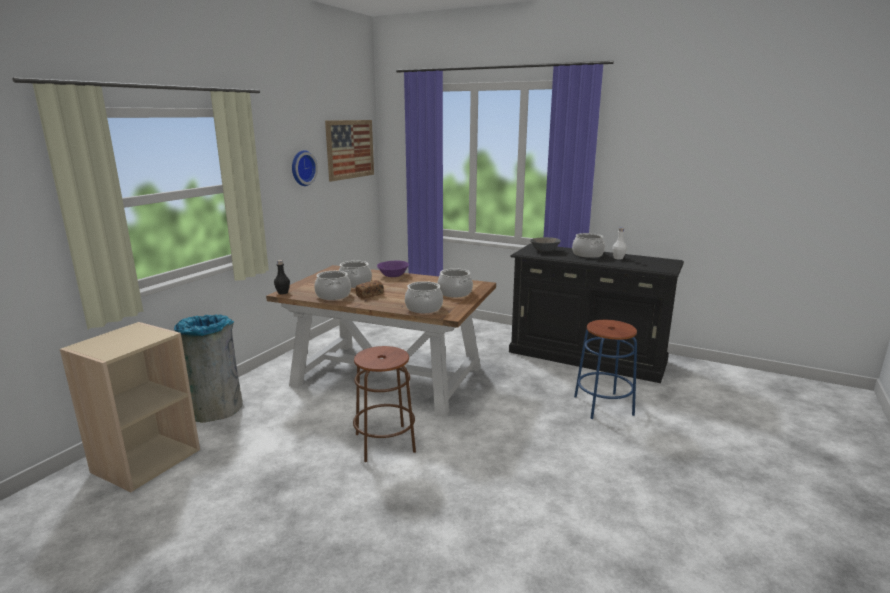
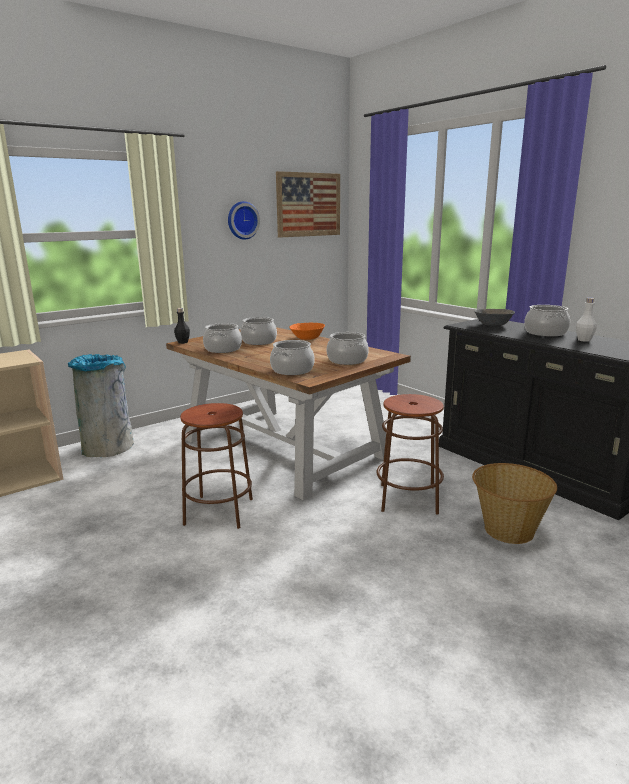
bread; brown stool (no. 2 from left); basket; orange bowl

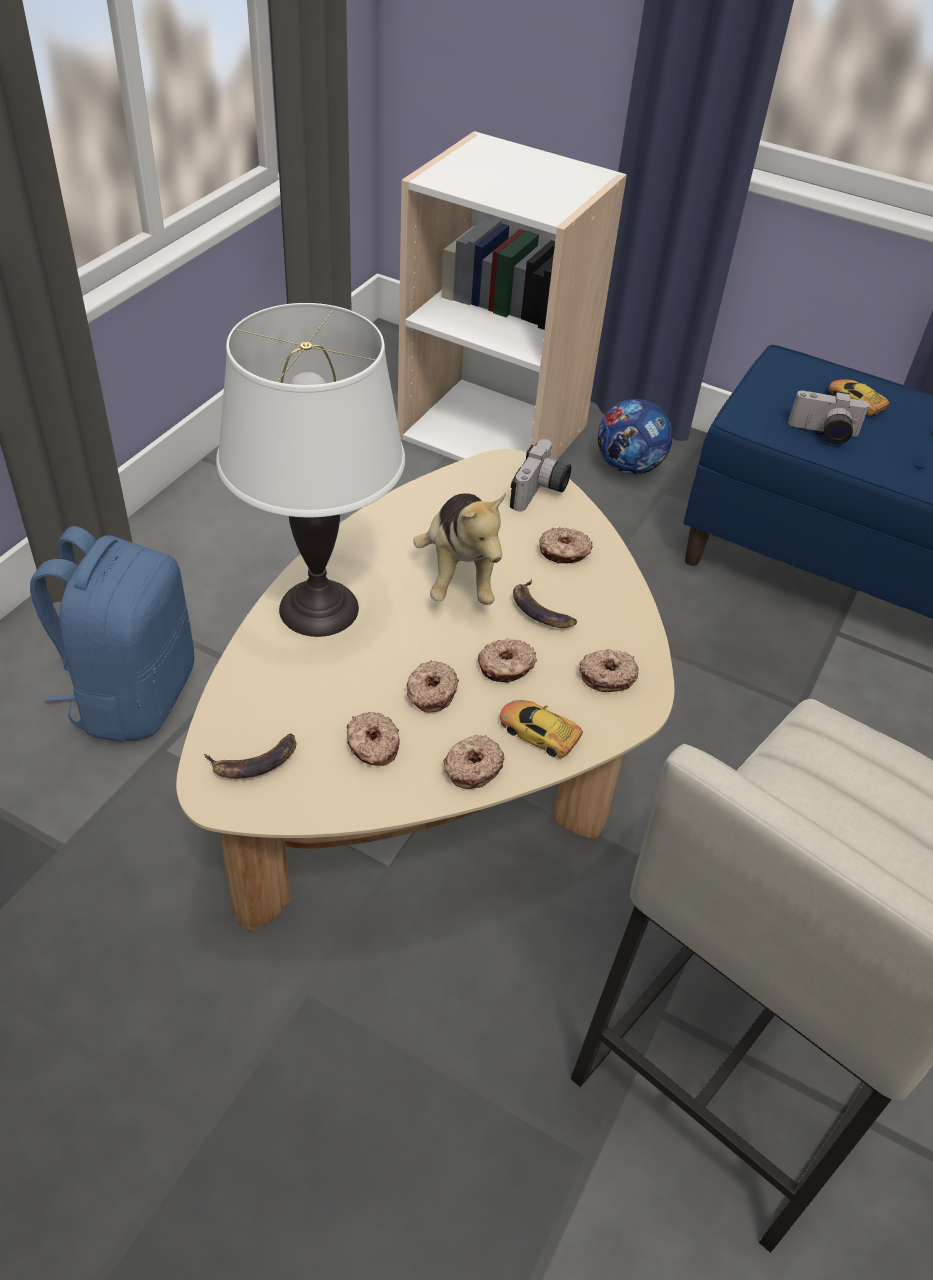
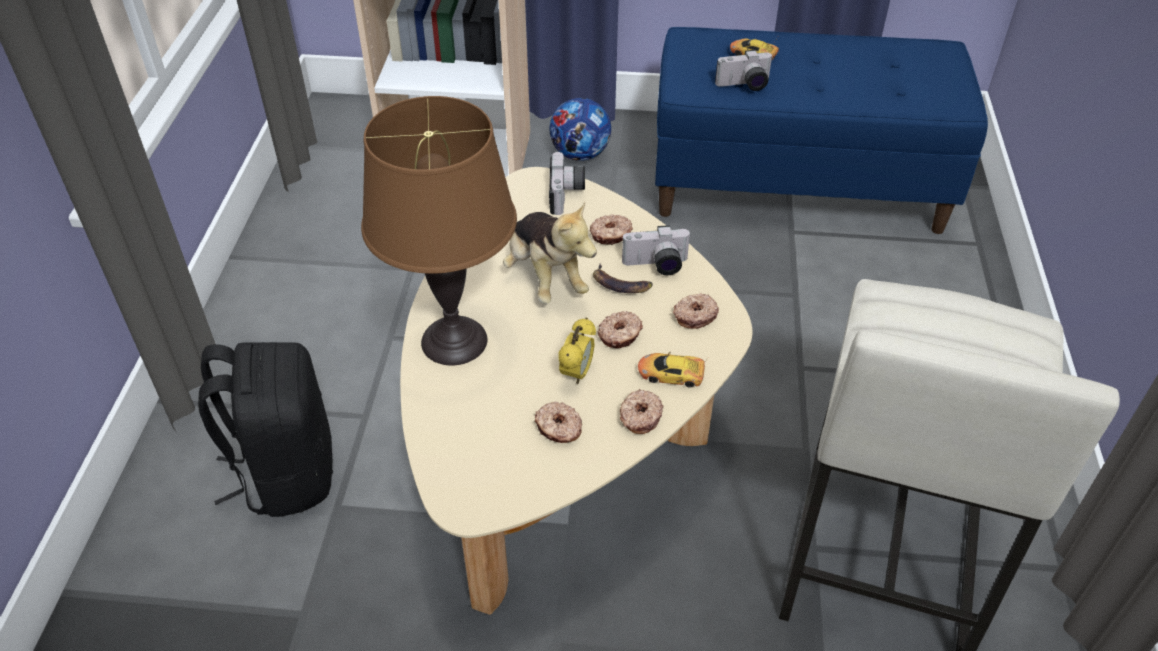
banana (no. 1 from left in the first image); photo camera (no. 2 from left); alarm clock; black backpack; brown table lamp

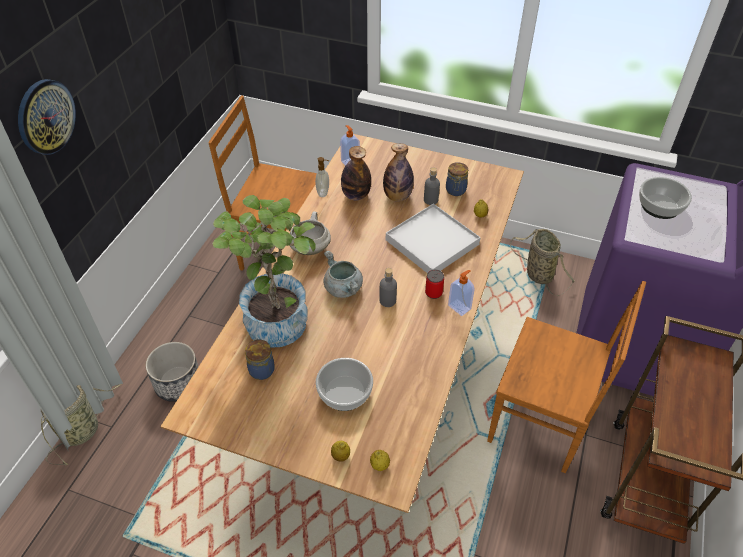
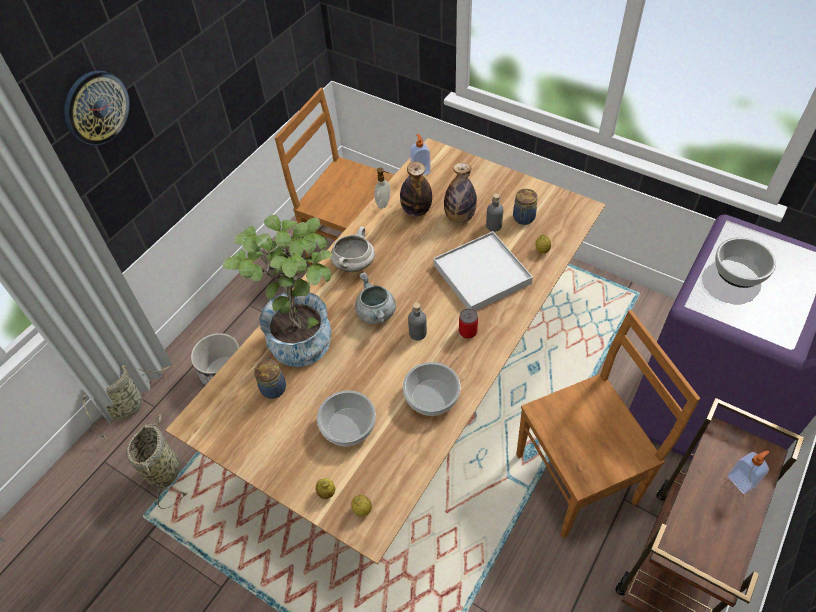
bowl (no. 2 from left); soap dispenser (no. 3 from left); basket (no. 2 from left); brown chair (no. 2 from left)

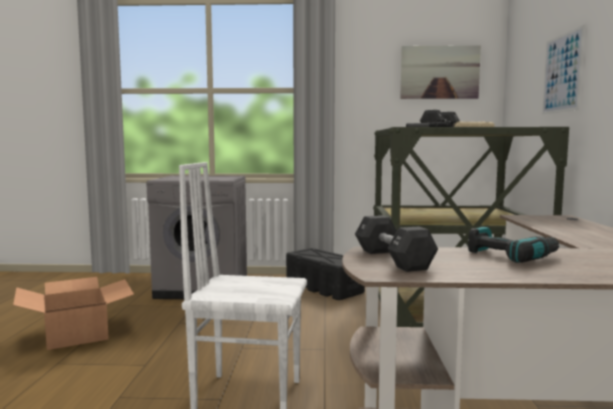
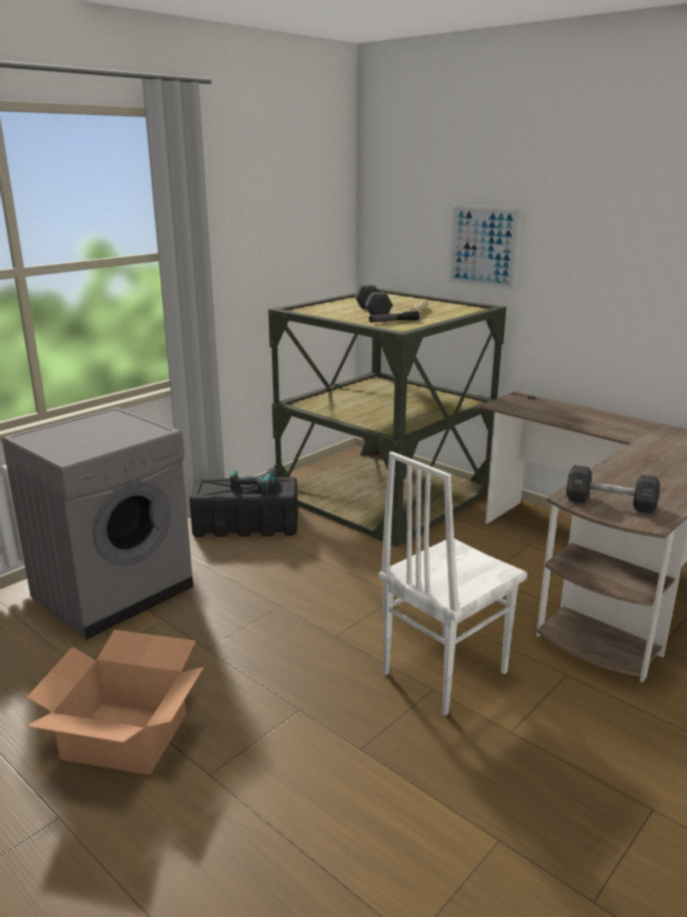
picture (no. 1 from left in the first image); power drill

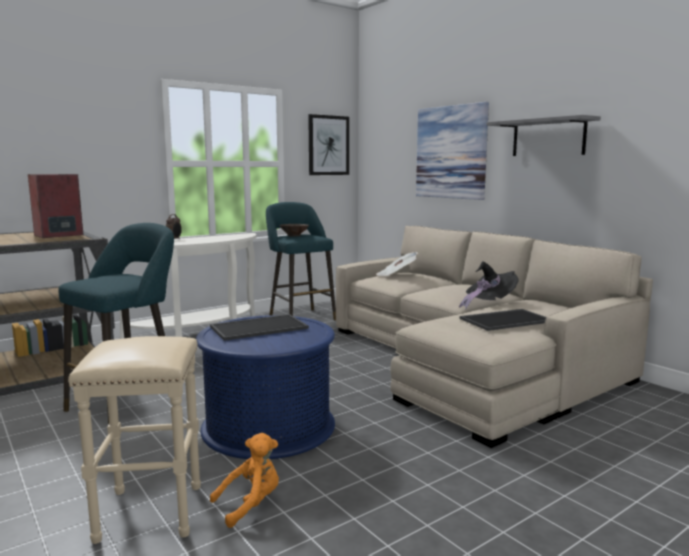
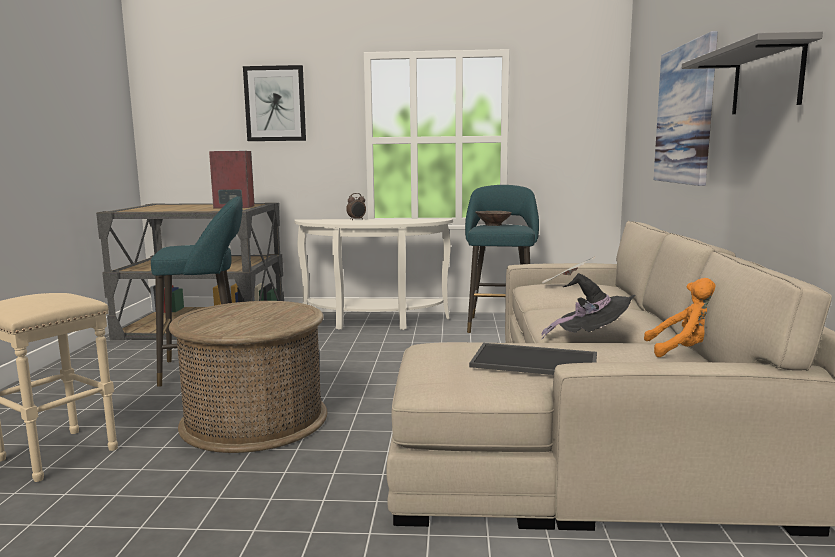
tray (no. 1 from left in the first image); orange plush toy; picture (no. 1 from left); brown coffee table

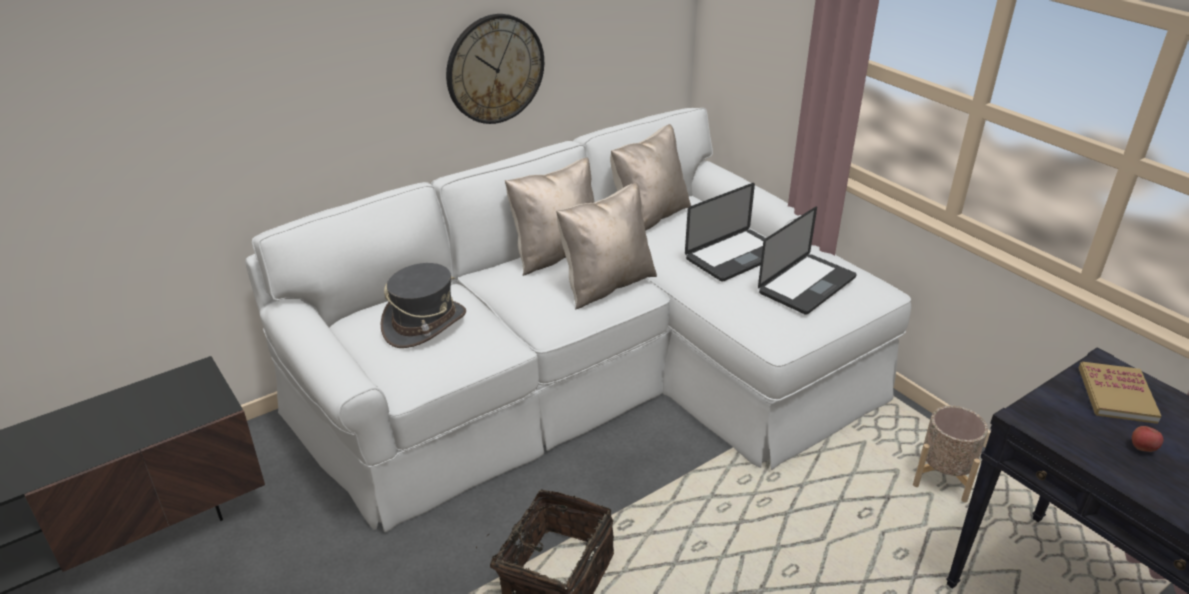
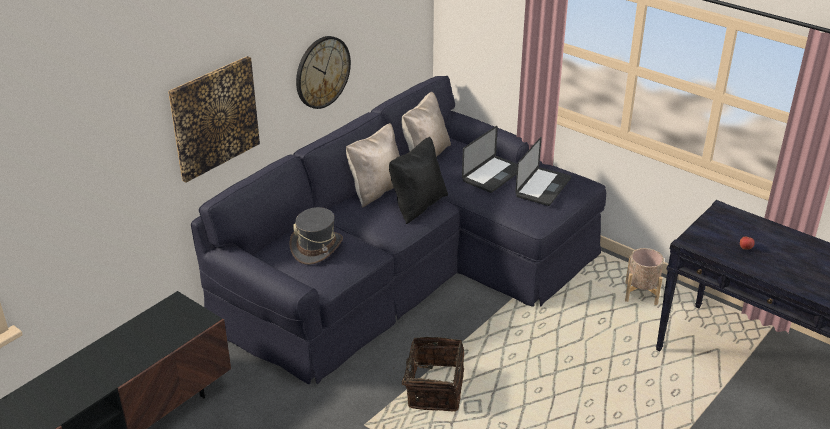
book; picture; black sofa; black pillow

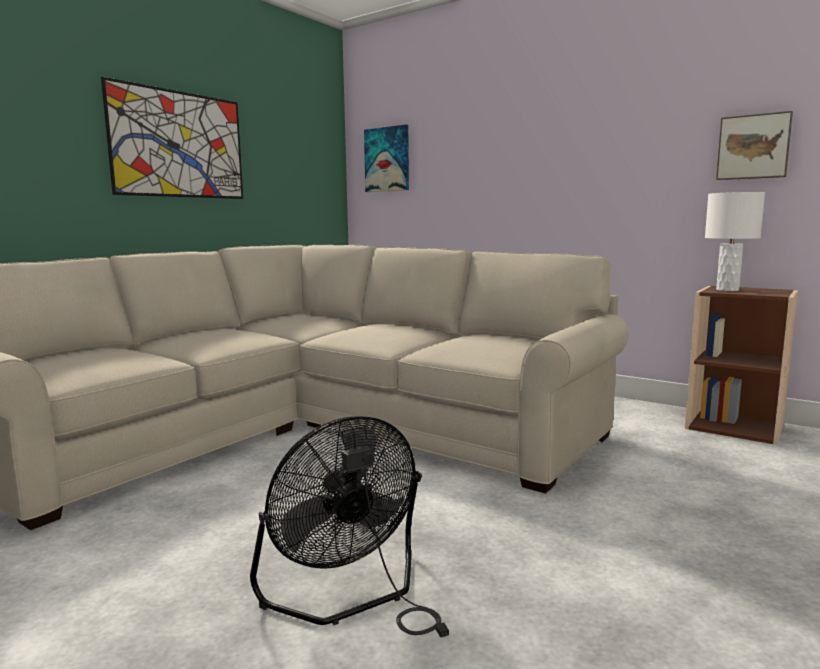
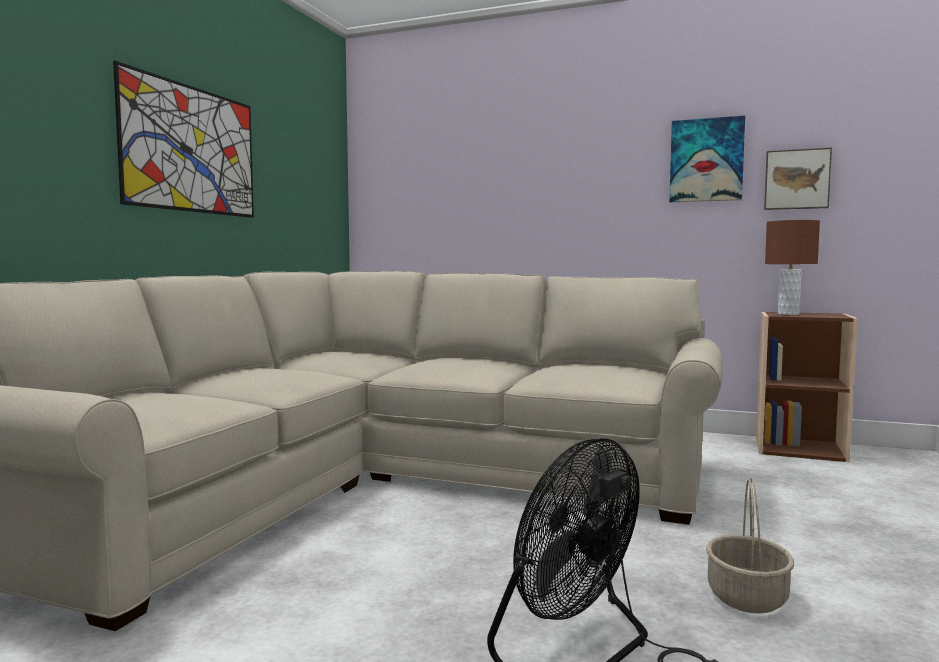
basket; picture (no. 2 from left); brown table lamp

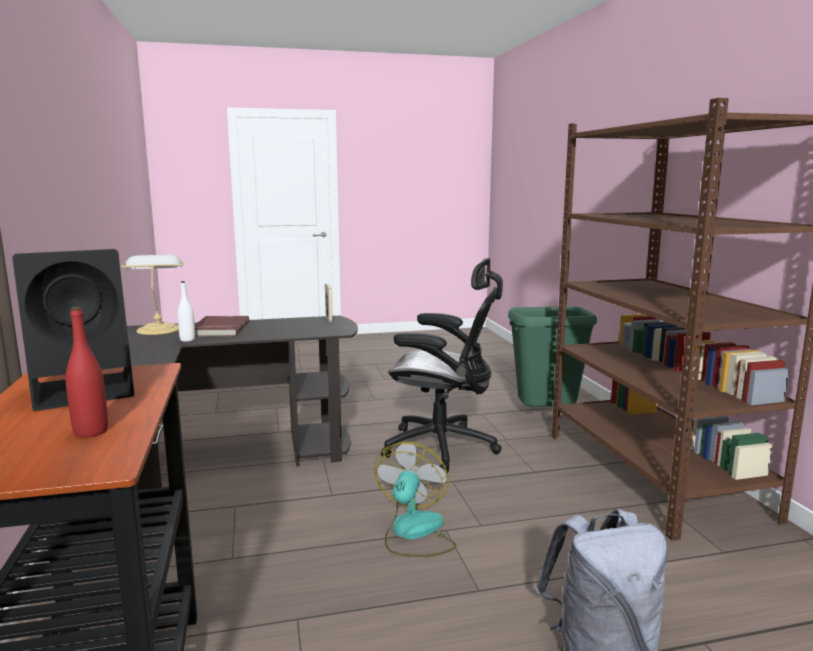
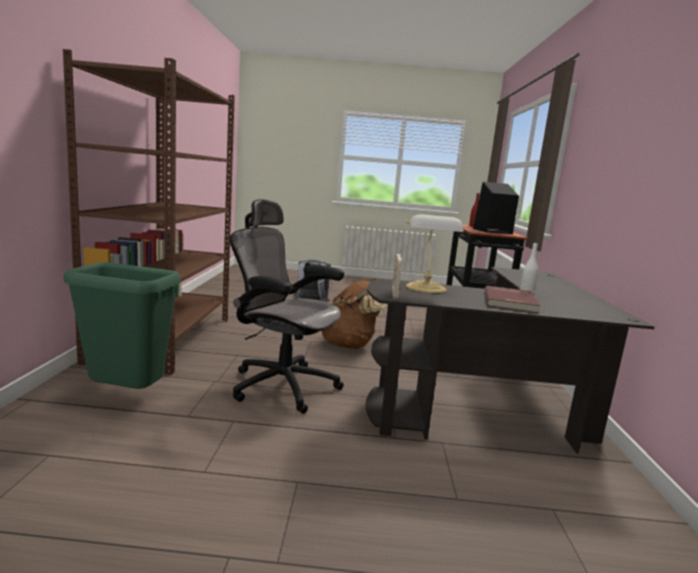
table lamp; brown backpack

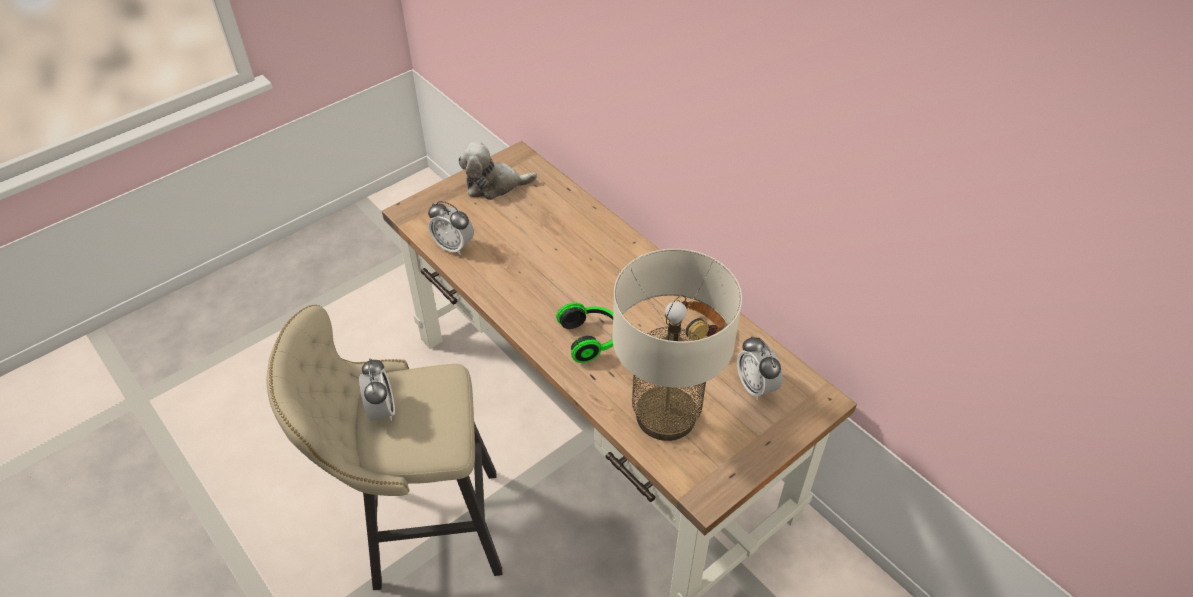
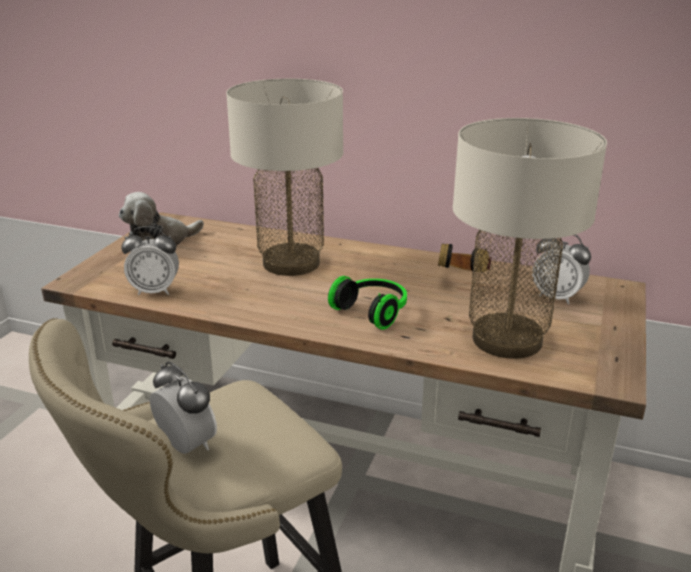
table lamp (no. 1 from left)

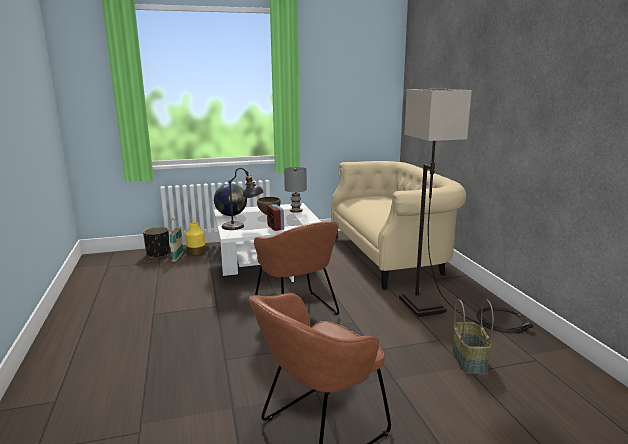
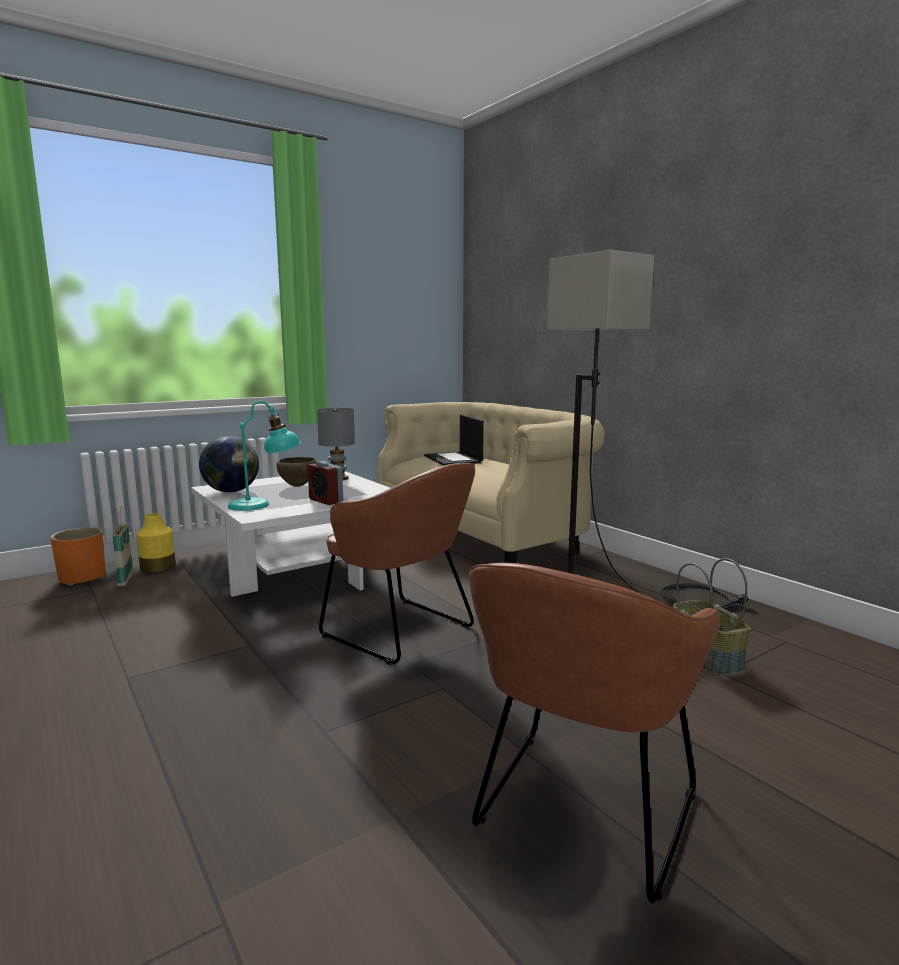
laptop; orange planter; turquoise table lamp

